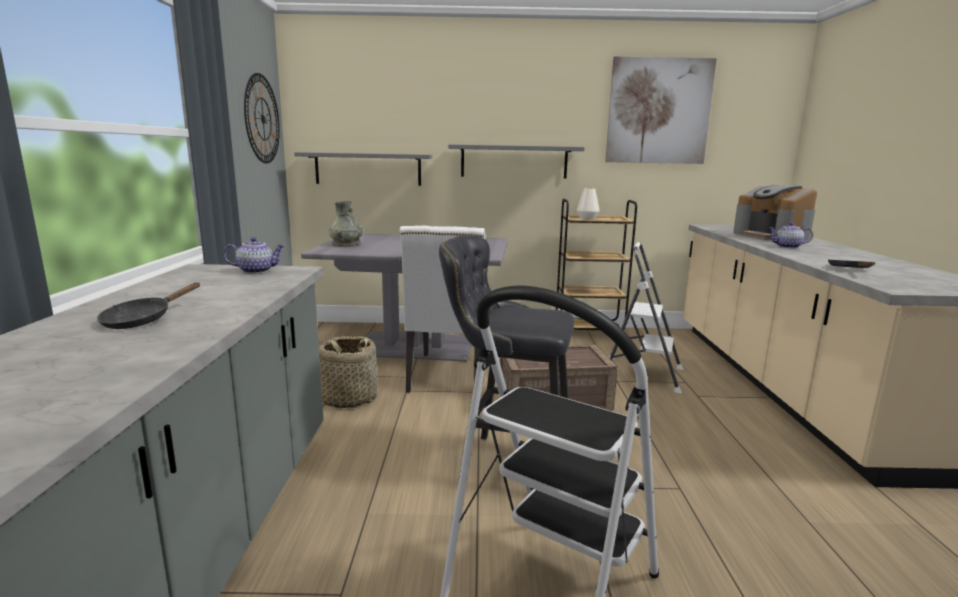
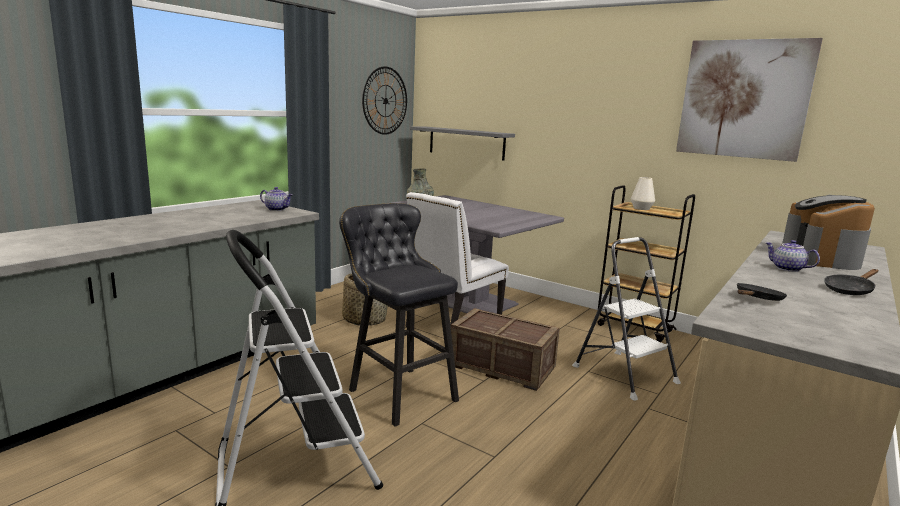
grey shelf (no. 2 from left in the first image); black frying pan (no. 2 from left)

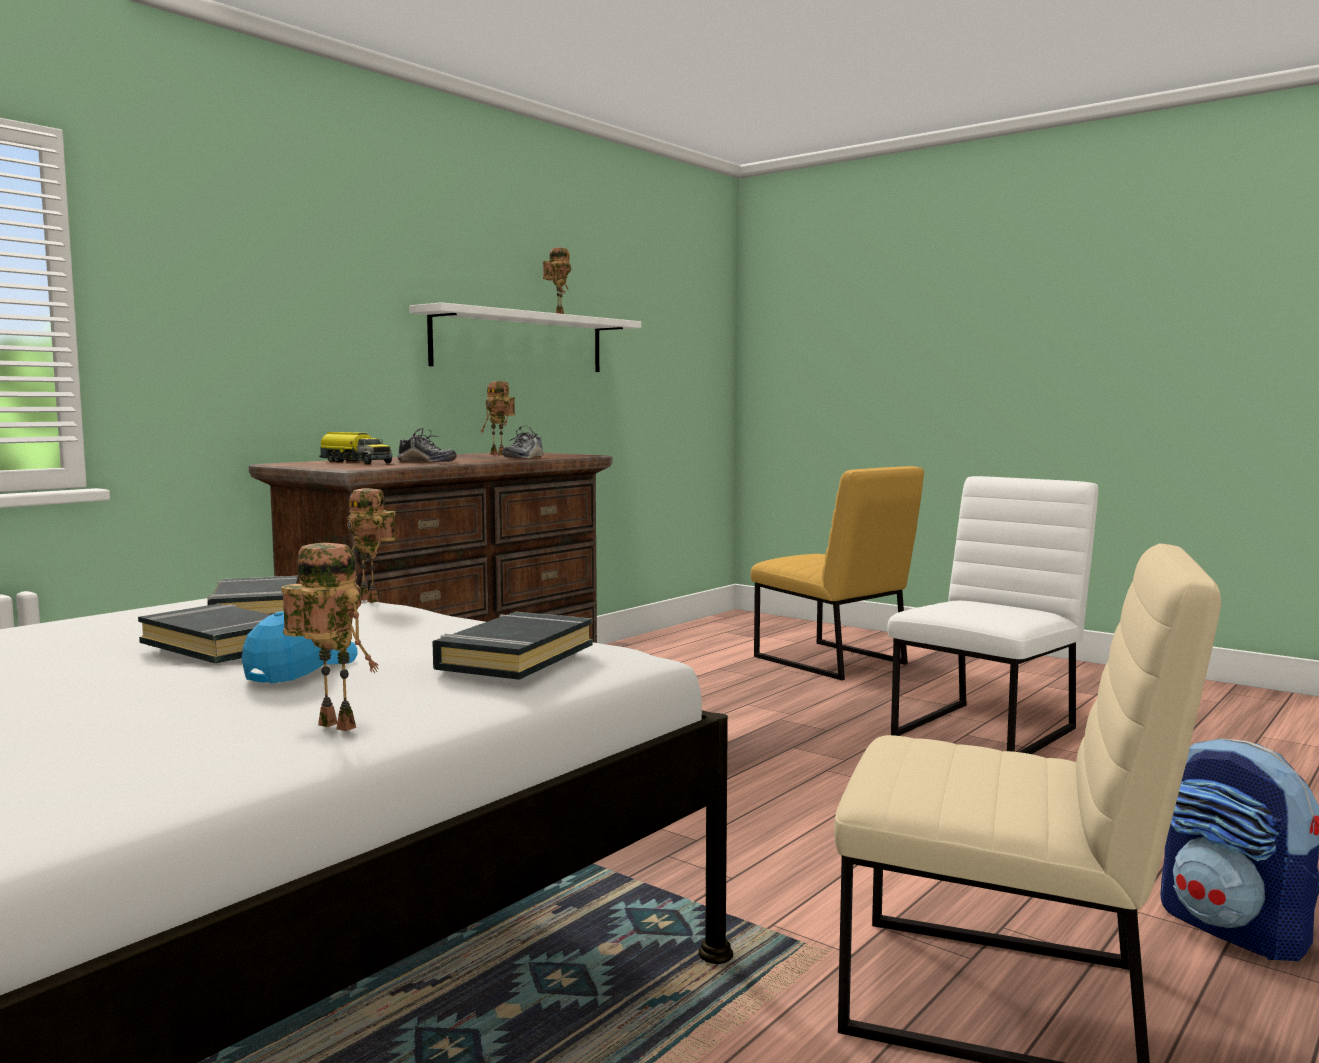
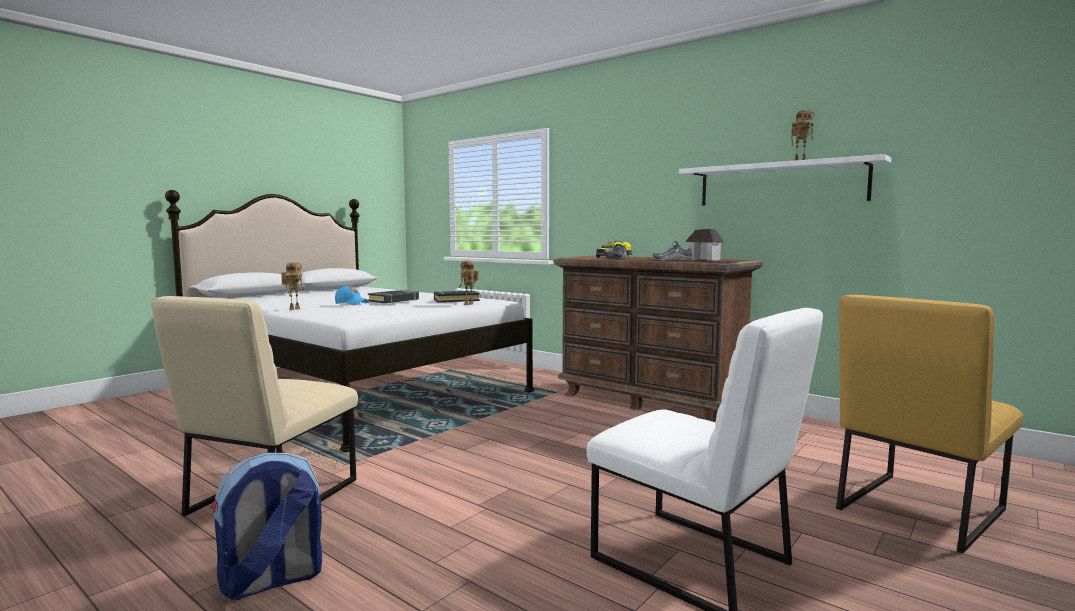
black book (no. 3 from left in the first image); toy house

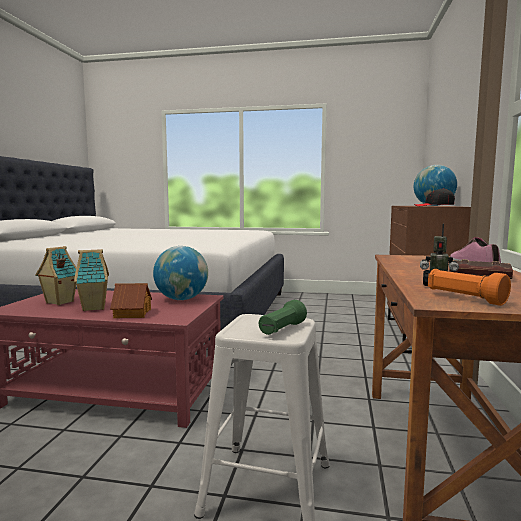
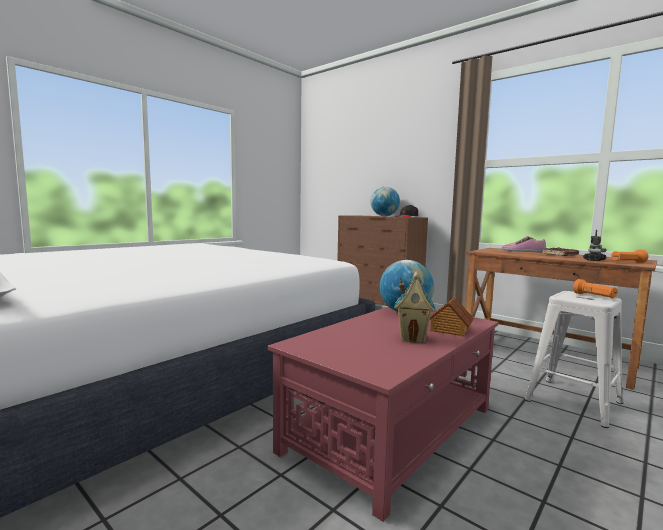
toy house (no. 1 from left in the first image); orange flashlight (no. 1 from left)

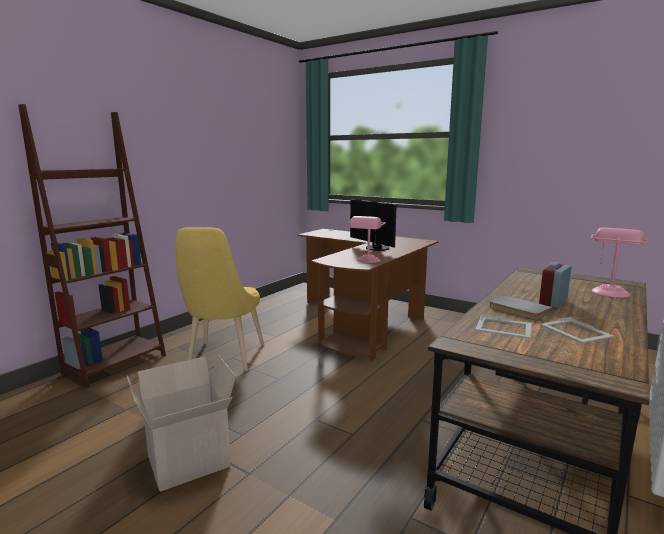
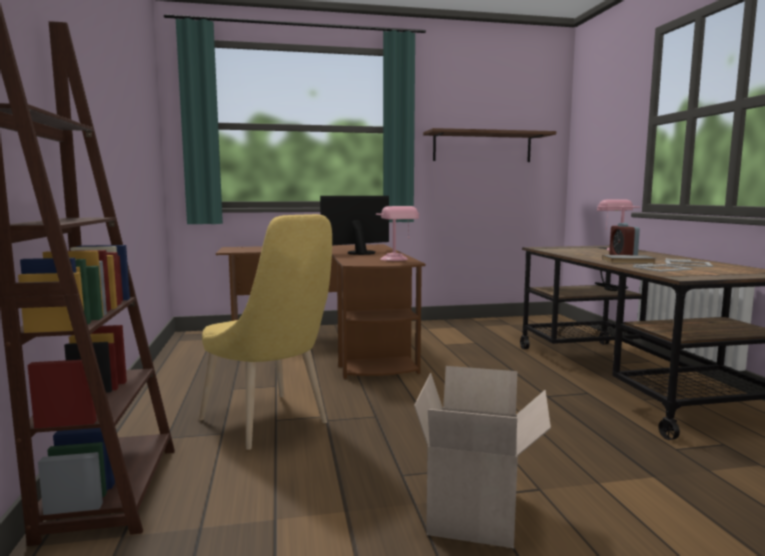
brown shelf; monitor

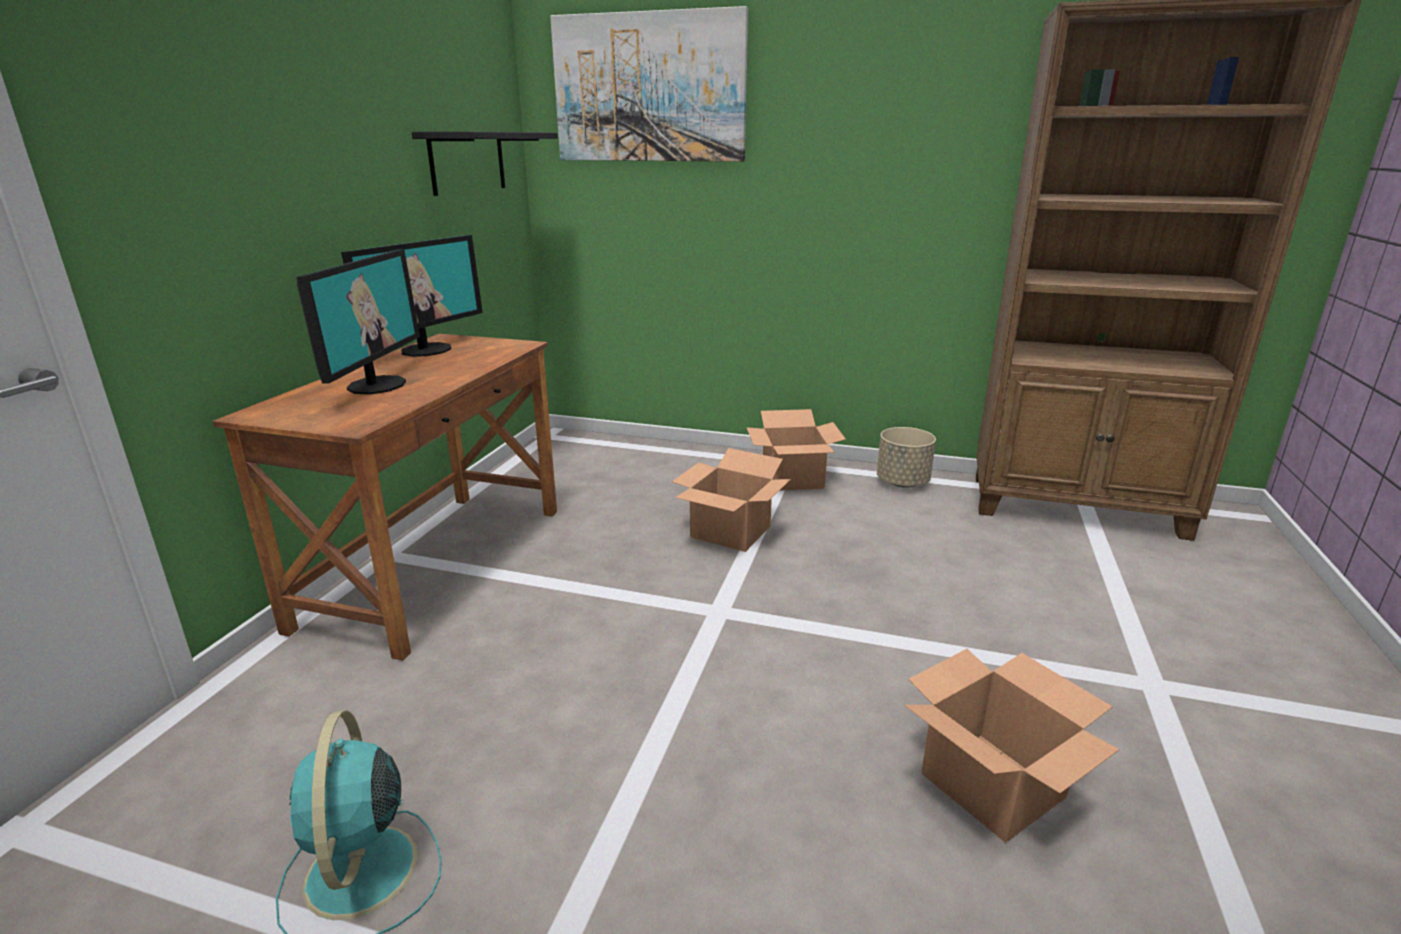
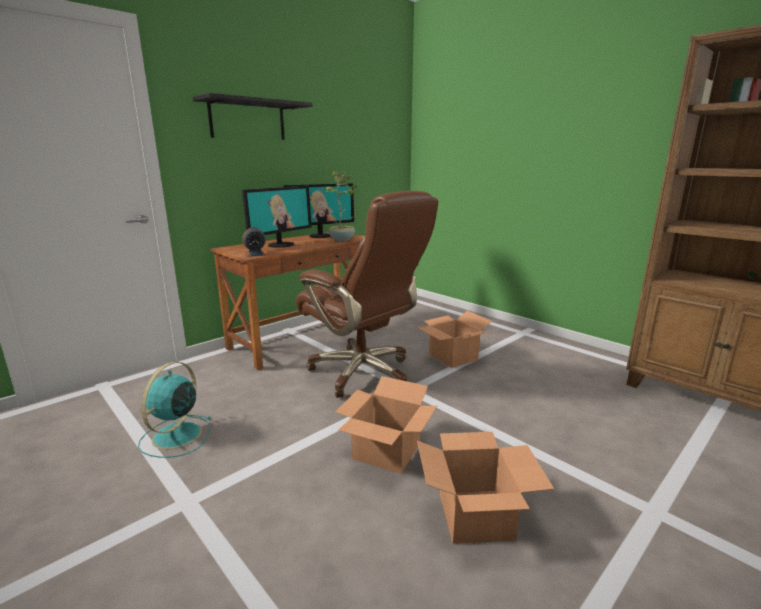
picture; beige planter; alarm clock; brown office chair; potted plant; black shelf; cardboard box (no. 1 from left)

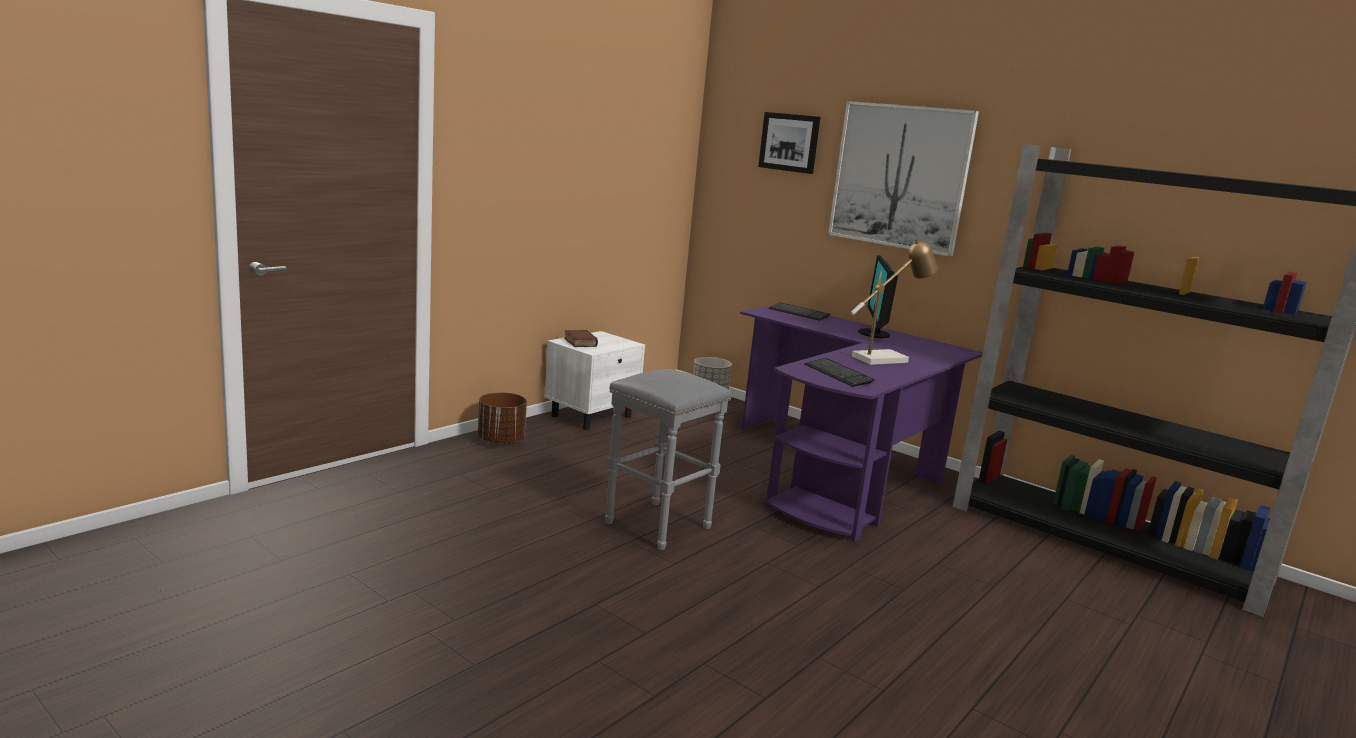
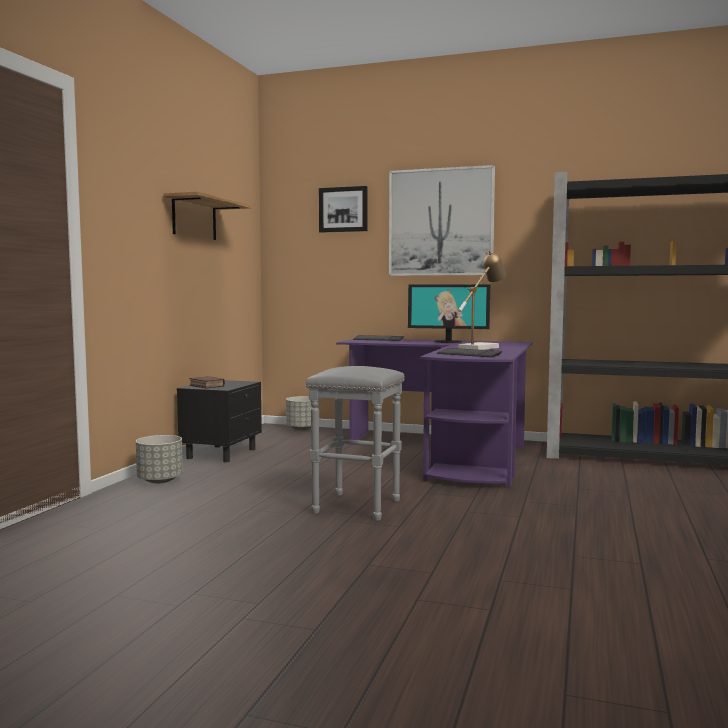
shelf; grey planter (no. 1 from left); black nightstand; monitor

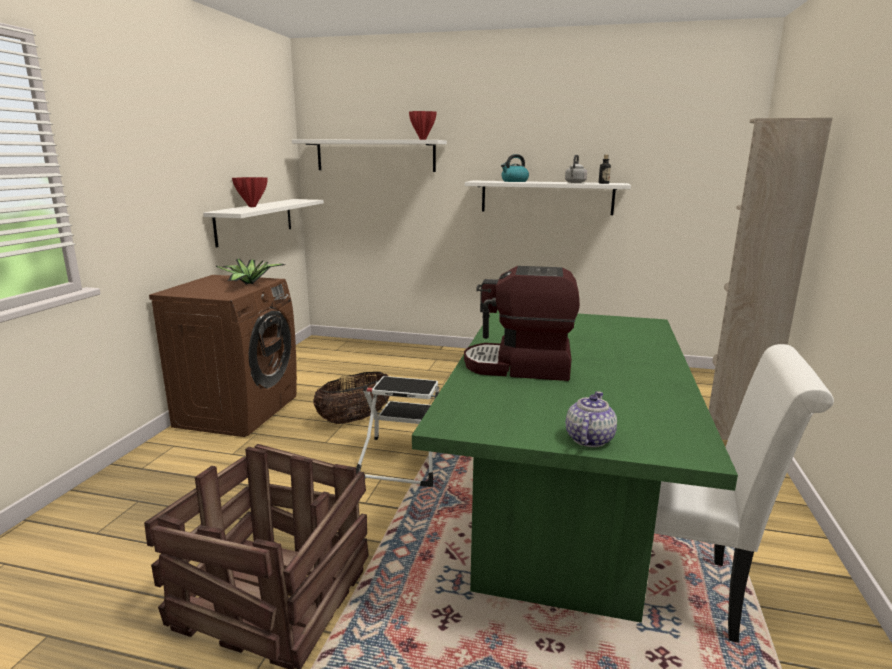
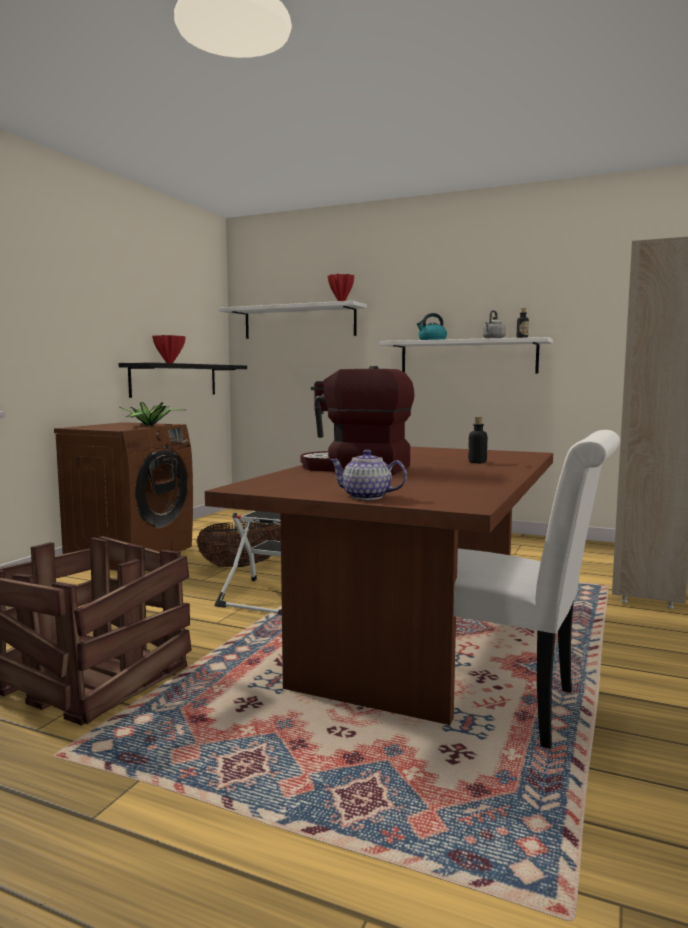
bottle (no. 1 from left); black shelf; brown dining table; teapot

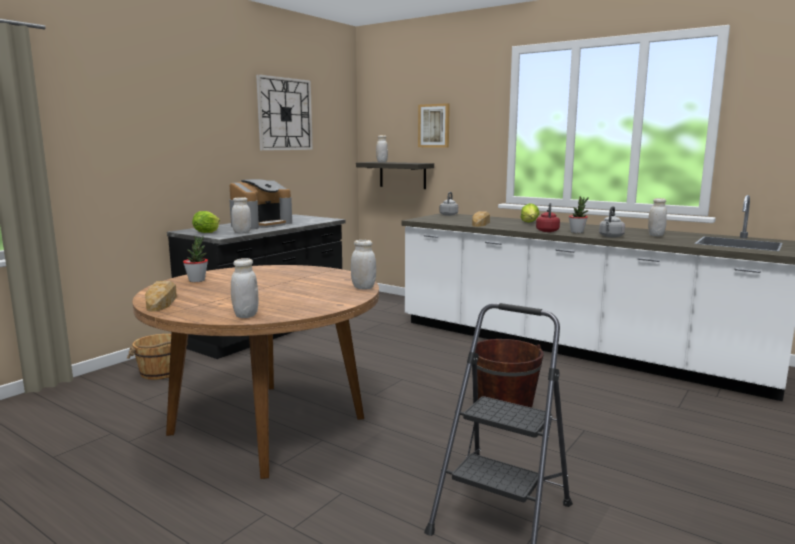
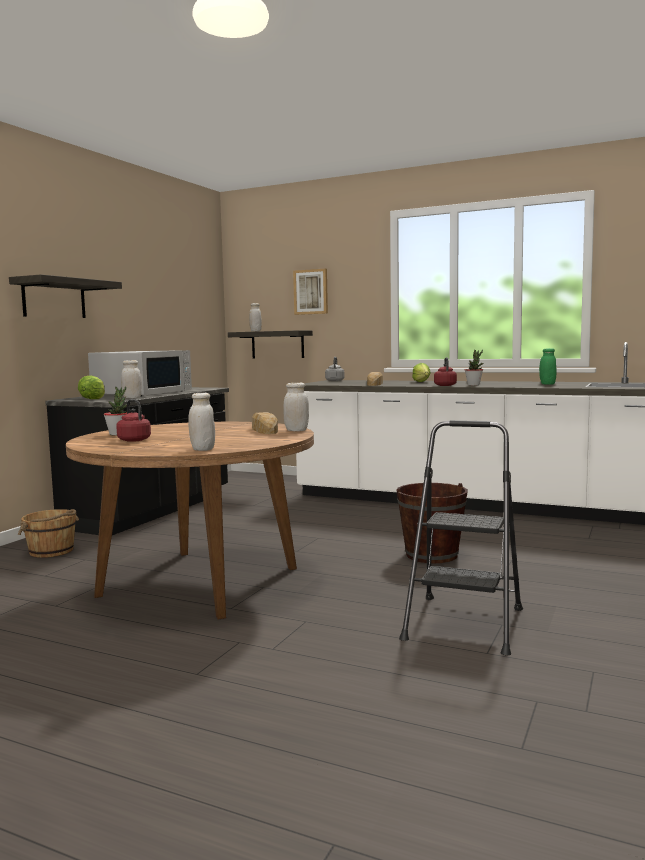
wall clock; grey kettle (no. 2 from left in the first image); shelf (no. 1 from left); red kettle (no. 1 from left); bread (no. 1 from left); white microwave; green jar

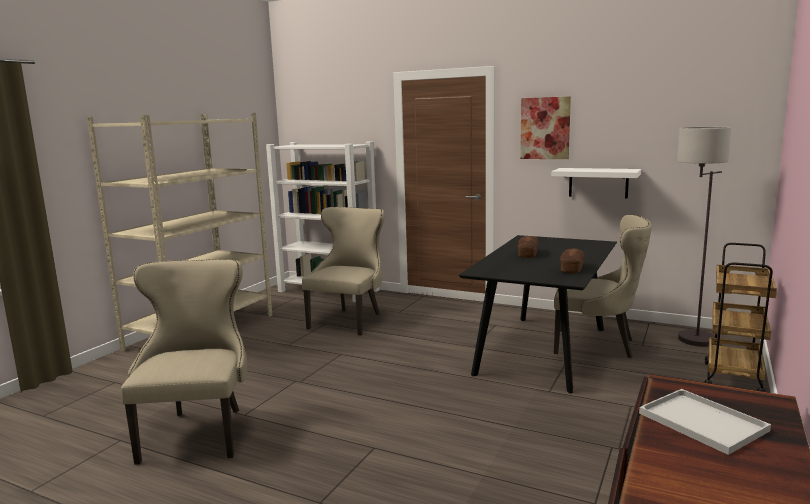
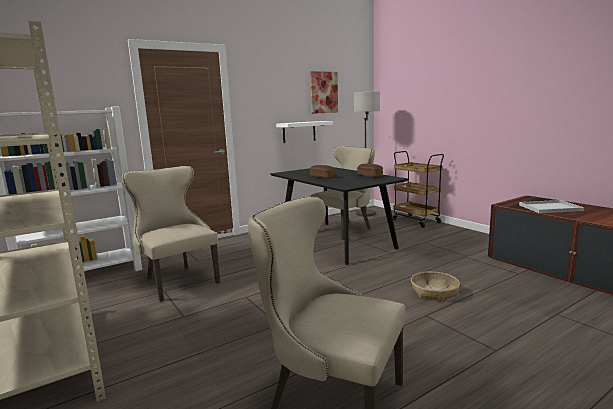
basket; picture

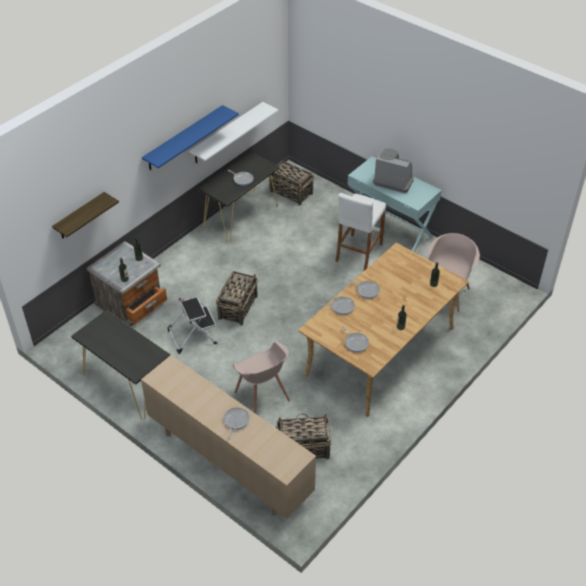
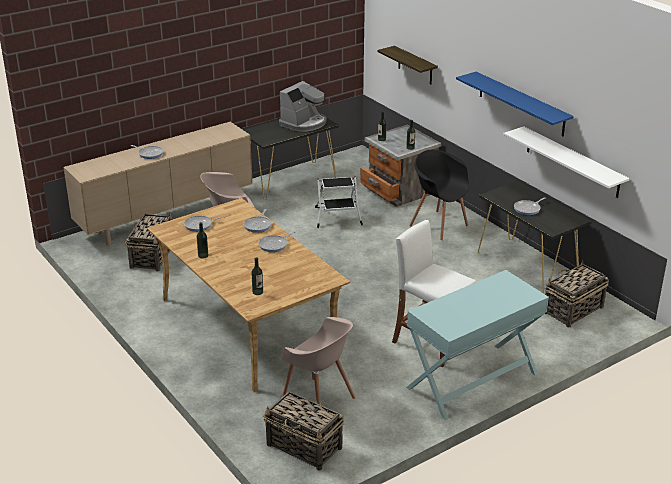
black chair; basket (no. 2 from left); coffee machine

